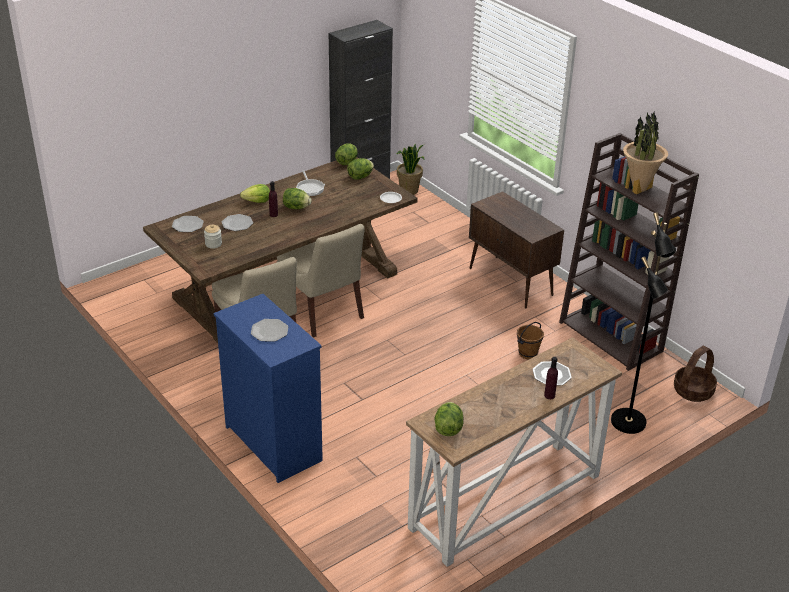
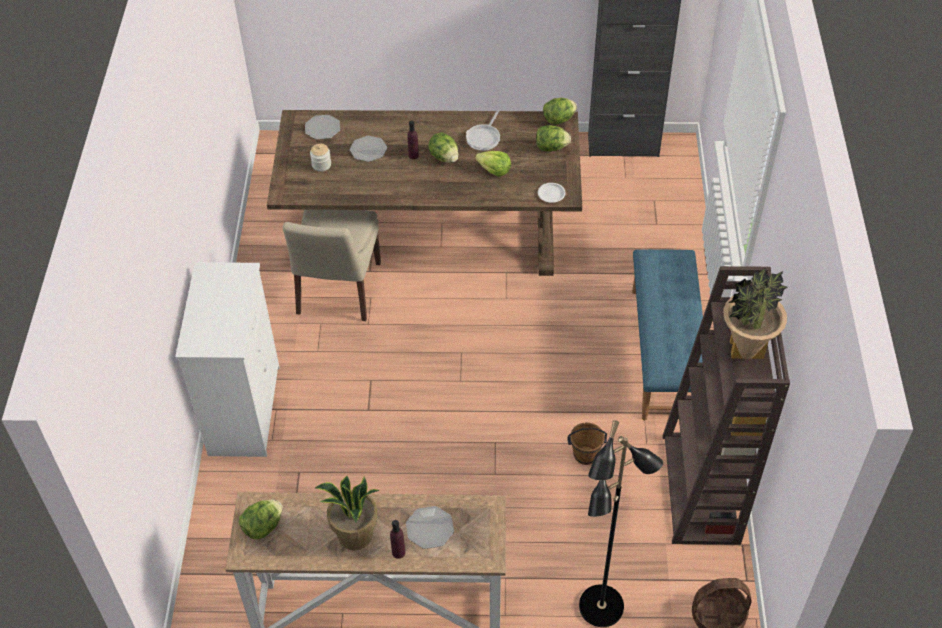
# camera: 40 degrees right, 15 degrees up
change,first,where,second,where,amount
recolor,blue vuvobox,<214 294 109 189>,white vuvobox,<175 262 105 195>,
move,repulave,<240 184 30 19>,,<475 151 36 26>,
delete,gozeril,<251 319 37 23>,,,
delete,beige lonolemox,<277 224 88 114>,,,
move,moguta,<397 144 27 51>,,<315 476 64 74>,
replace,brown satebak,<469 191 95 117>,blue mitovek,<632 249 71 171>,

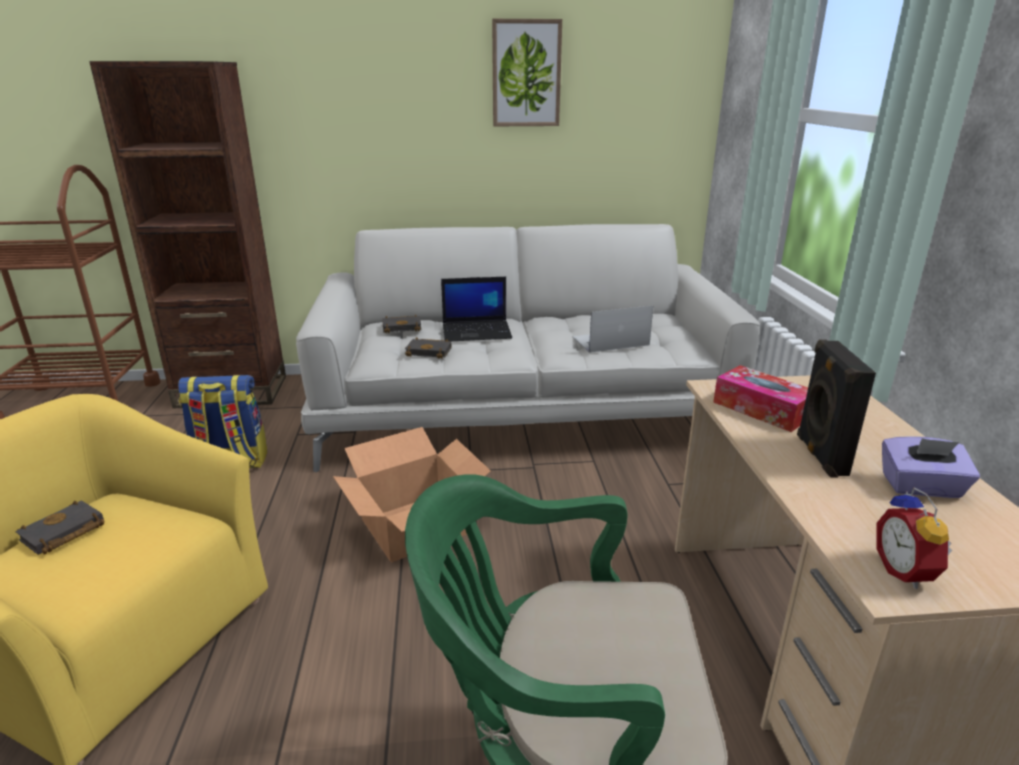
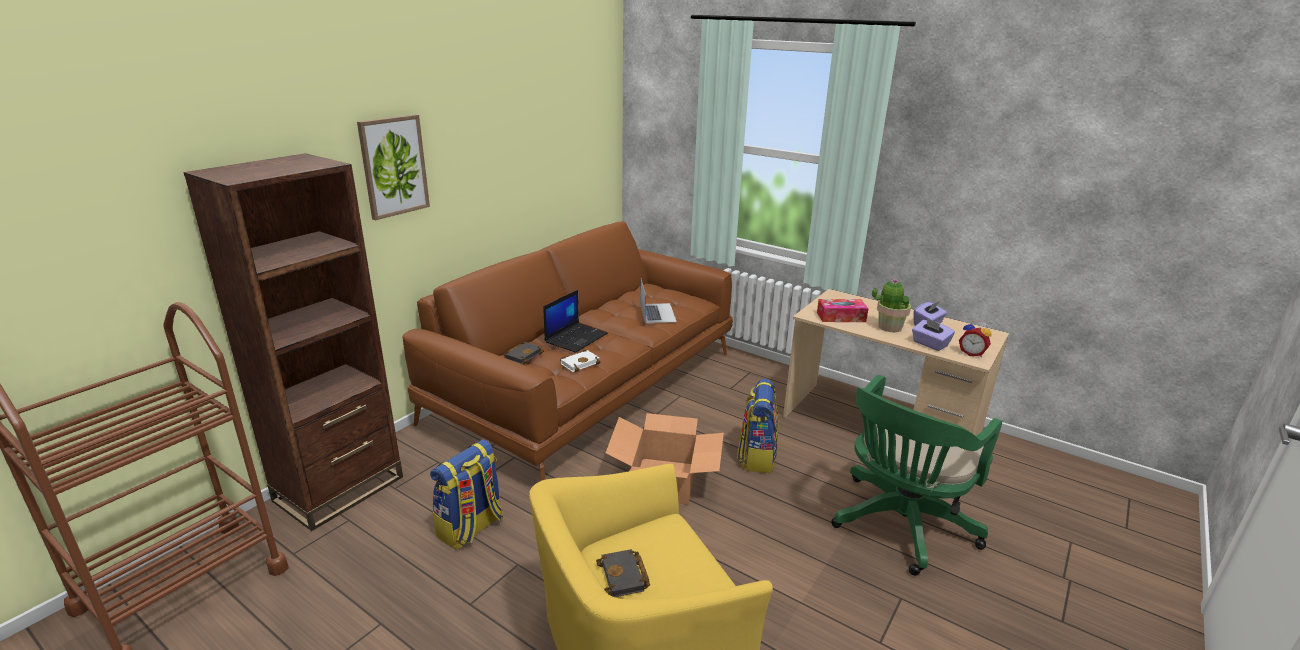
# camera: 50 degrees left, 0 degrees up
change,first,where,second,where,amount
recolor,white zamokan,<296 224 464 248>,brown zamokan,<402 221 331 260>,
recolor,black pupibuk,<405 337 47 22>,white pupibuk,<560 350 41 22>,
move,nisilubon,<492 19 70 107>,,<357 114 73 106>,
rotate,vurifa,<572 305 81 48>,,<640 279 37 44>,150 degrees clockwise
replace,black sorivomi,<797 339 79 138>,moguta,<872 278 39 54>,
insert,,,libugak,<737 379 42 94>,
insert,,,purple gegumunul,<912 319 43 32>,

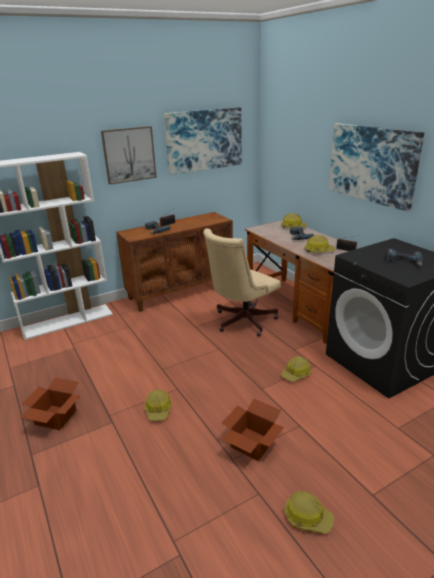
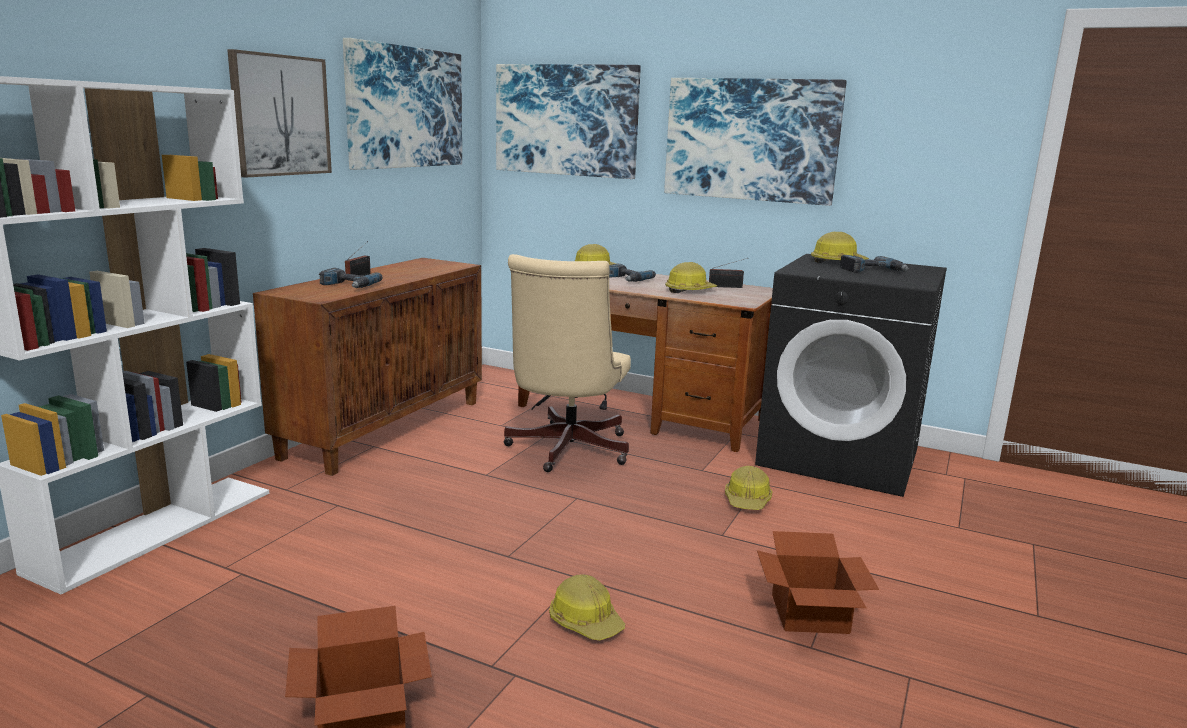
# camera: 35 degrees left, 10 degrees down
change,first,where,second,where,amount
move,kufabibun,<284 491 50 43>,,<811 232 58 31>,
insert,,,nisilubon,<496 64 145 115>,

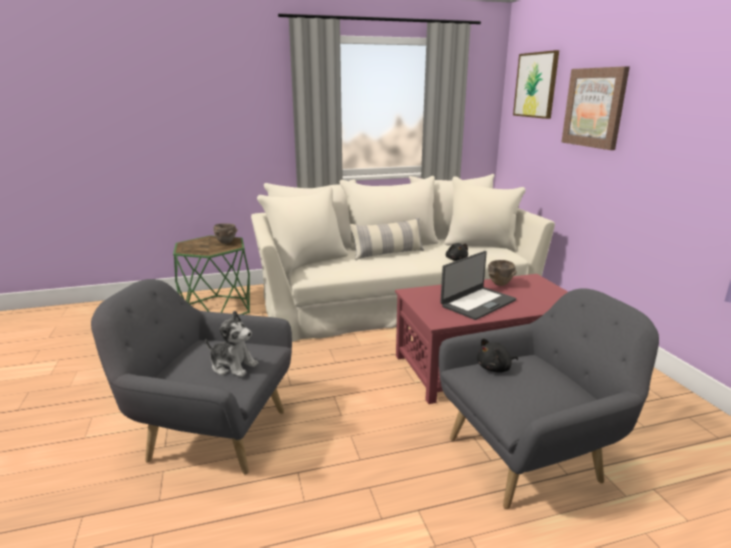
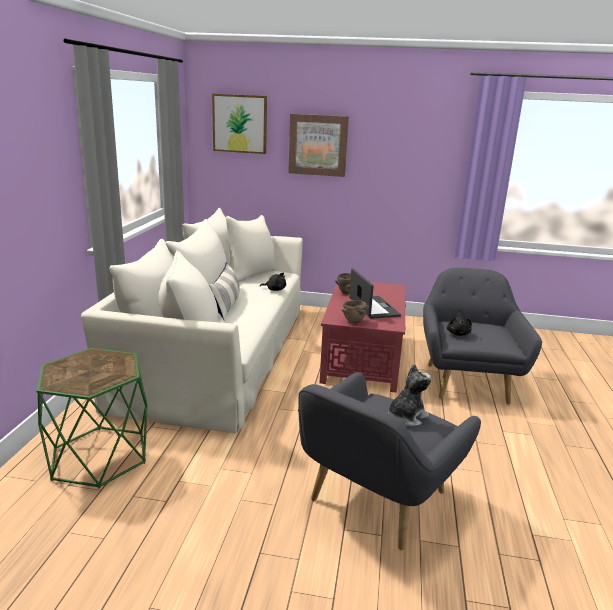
# camera: 65 degrees left, 0 degrees up
change,first,where,second,where,amount
move,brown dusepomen,<214 223 24 21>,,<341 300 28 23>,

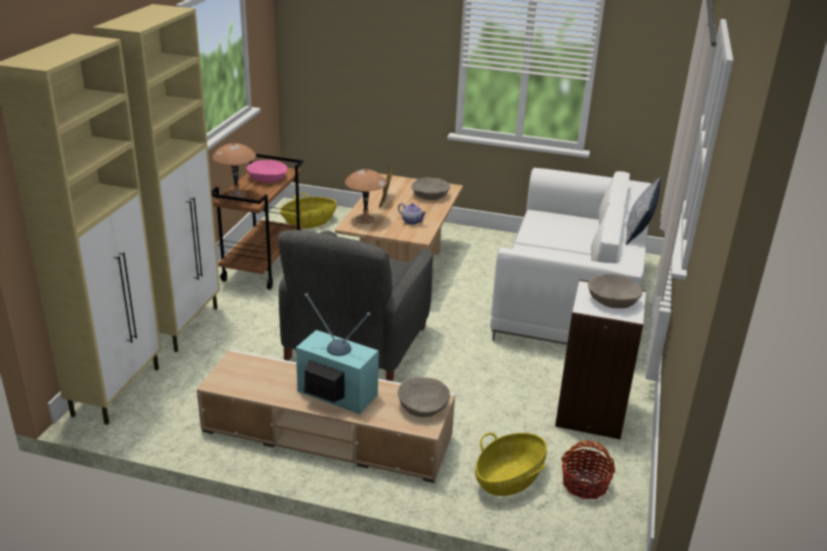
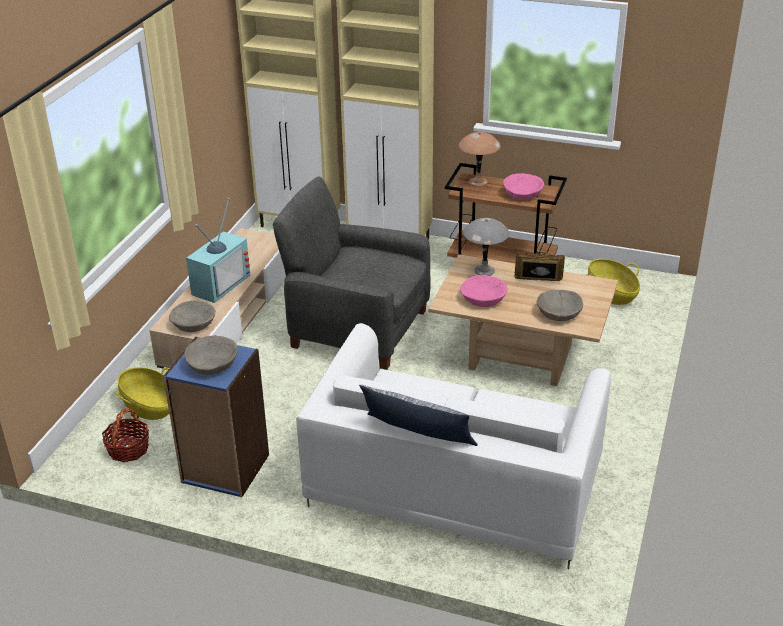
# camera: 95 degrees right, 5 degrees up
change,first,where,second,where,amount
recolor,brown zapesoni,<345 169 42 55>,grey zapesoni,<463 218 46 58>,
replace,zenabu,<398 203 29 22>,pink dusepomen,<460 275 48 32>,
recolor,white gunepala,<555 280 91 160>,blue gunepala,<163 337 106 160>,

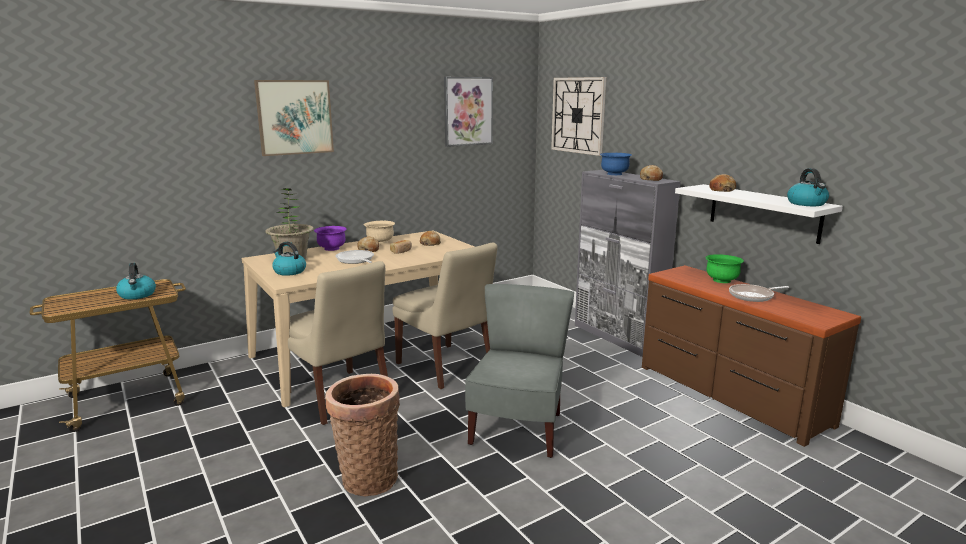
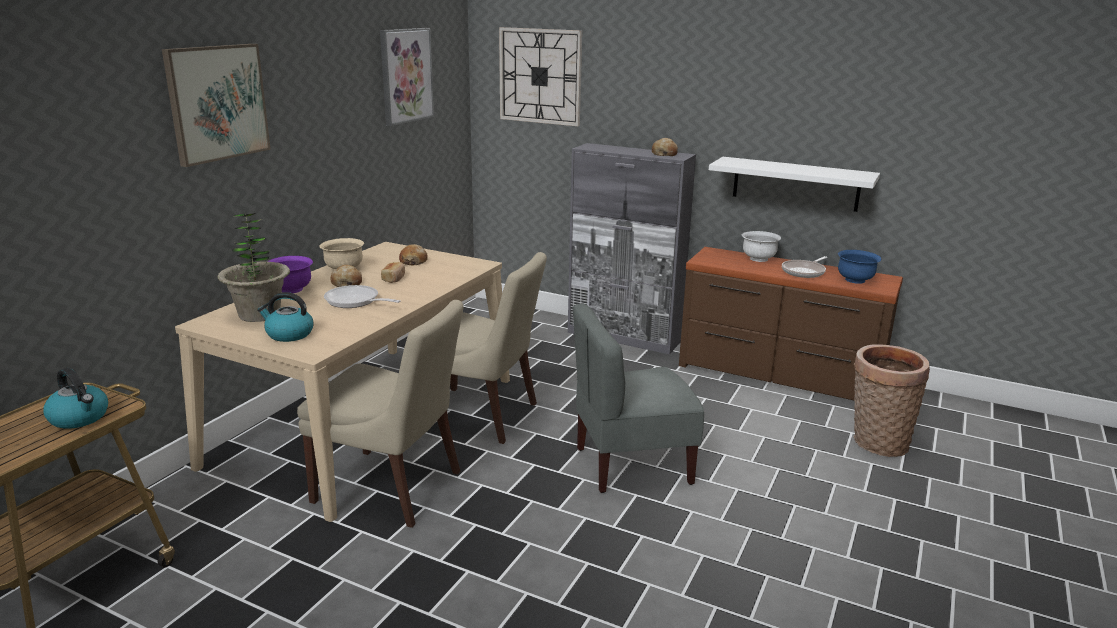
# camera: 30 degrees left, 5 degrees up
change,first,where,second,where,amount
move,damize,<325 374 75 122>,,<854 344 76 113>,
rotate,grey lonolemox,<465 284 109 174>,,<573 304 131 189>,90 degrees counterclockwise
move,blue dusepomen,<600 153 32 22>,,<838 250 44 34>,
recolor,green dusepomen,<705 254 39 29>,white dusepomen,<742 231 39 31>,
delete,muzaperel,<709 174 27 18>,,,
delete,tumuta,<787 168 42 38>,,,

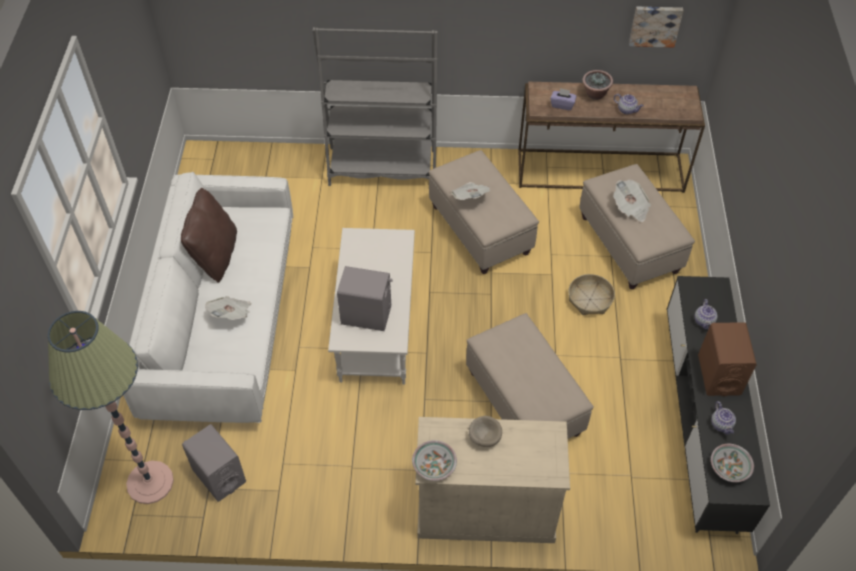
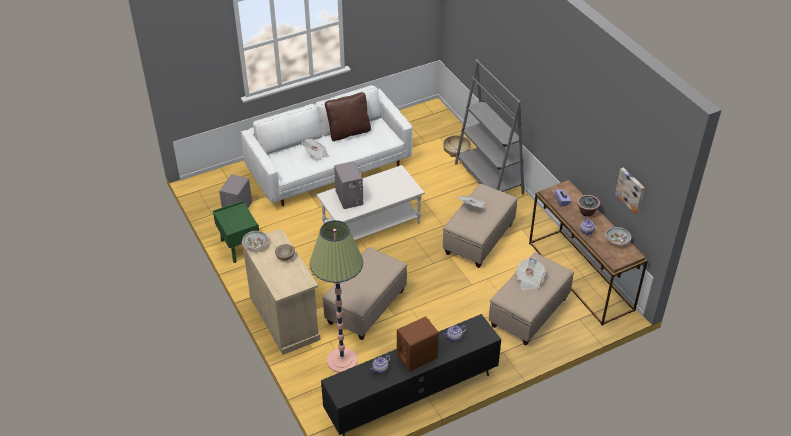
# camera: 60 degrees right, 10 degrees down
change,first,where,second,where,amount
move,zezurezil,<48 311 126 193>,,<310 220 53 153>,
move,damize,<568 274 47 41>,,<443 135 28 22>,
move,dusepomen,<711 444 43 38>,,<605 227 26 18>,
insert,,,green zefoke,<213 200 46 63>,

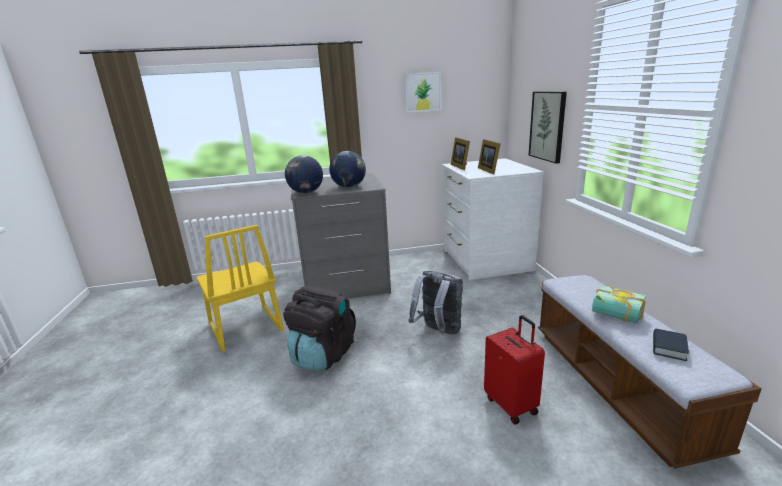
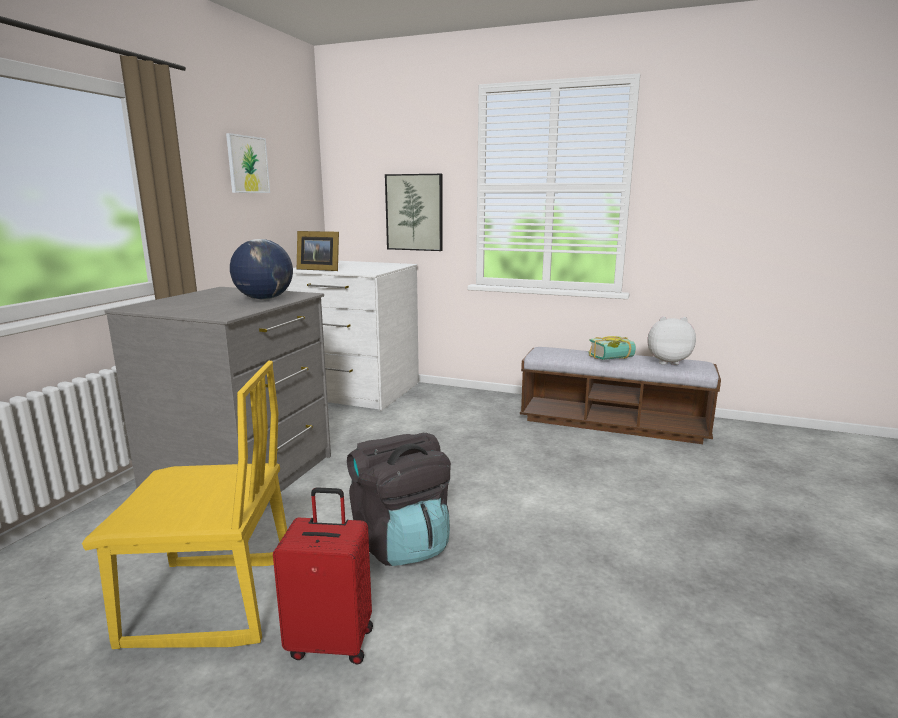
# camera: 60 degrees left, 5 degrees down
change,first,where,second,where,amount
delete,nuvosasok,<285 155 38 38>,,,
delete,grey libugak,<408 271 55 63>,,,
delete,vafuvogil,<478 139 23 35>,,,
move,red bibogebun,<484 315 61 109>,,<273 487 100 177>,
replace,pupibuk,<653 328 36 33>,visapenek,<647 316 49 49>,

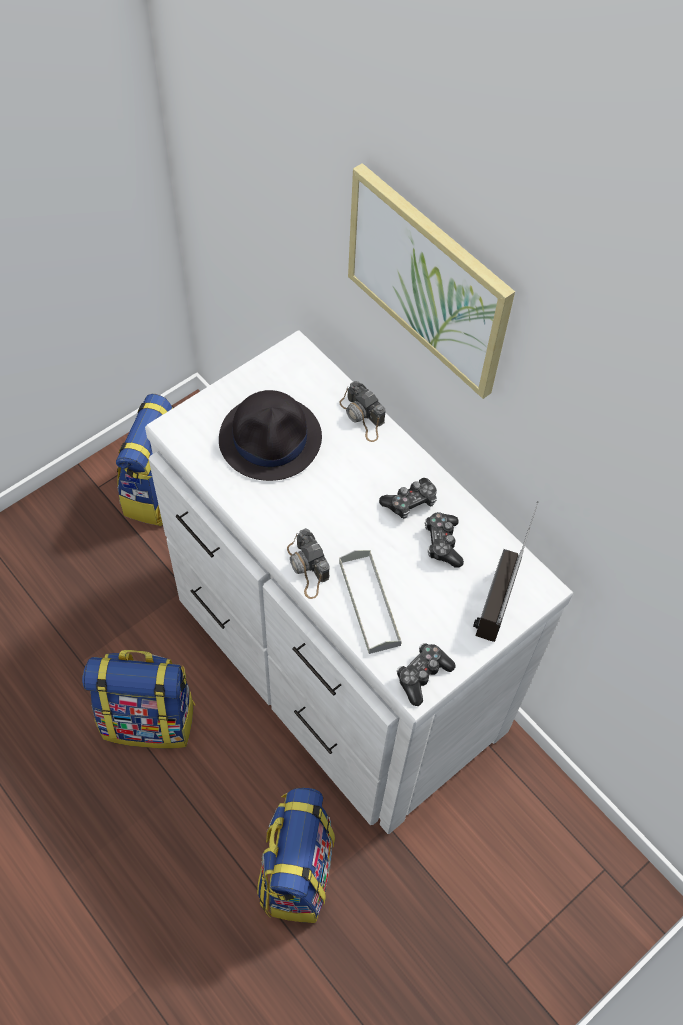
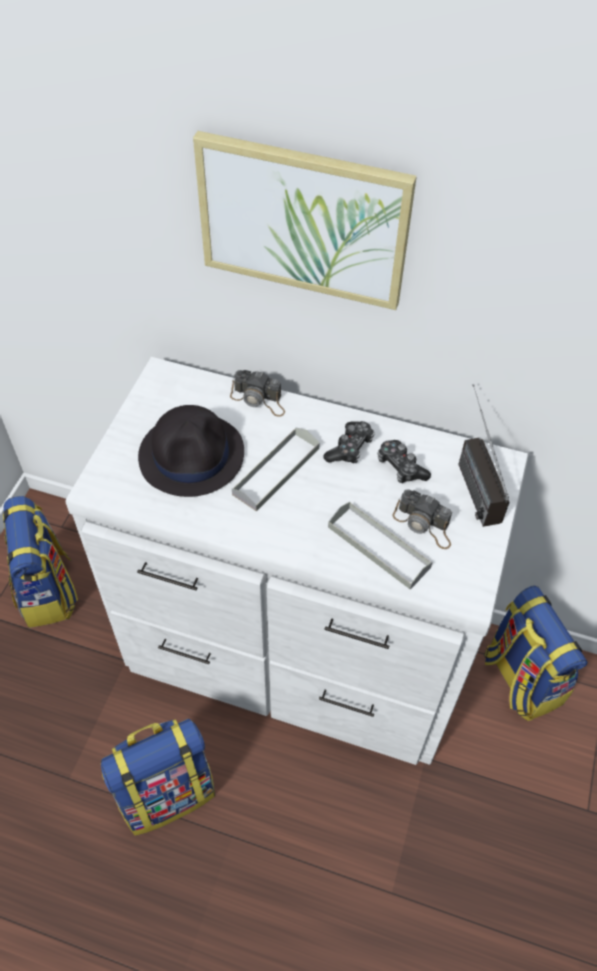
# camera: 30 degrees left, 5 degrees down
change,first,where,second,where,amount
move,libugak,<257 788 78 135>,,<484 585 104 136>,
move,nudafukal,<287 528 43 71>,,<392 490 60 59>,
delete,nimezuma,<397 643 59 63>,,,
insert,,,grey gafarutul,<232 427 88 85>,

